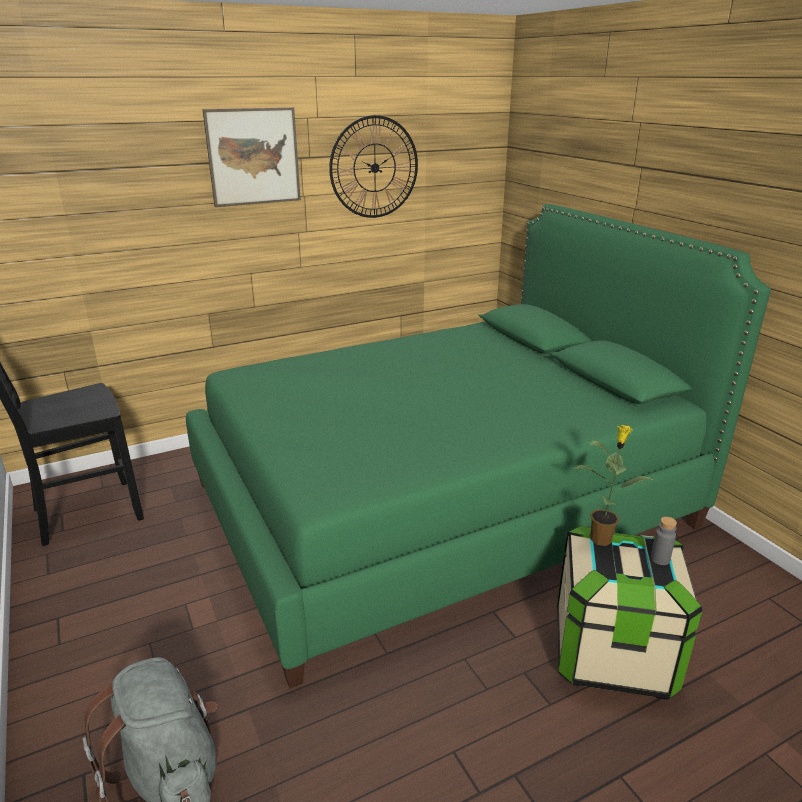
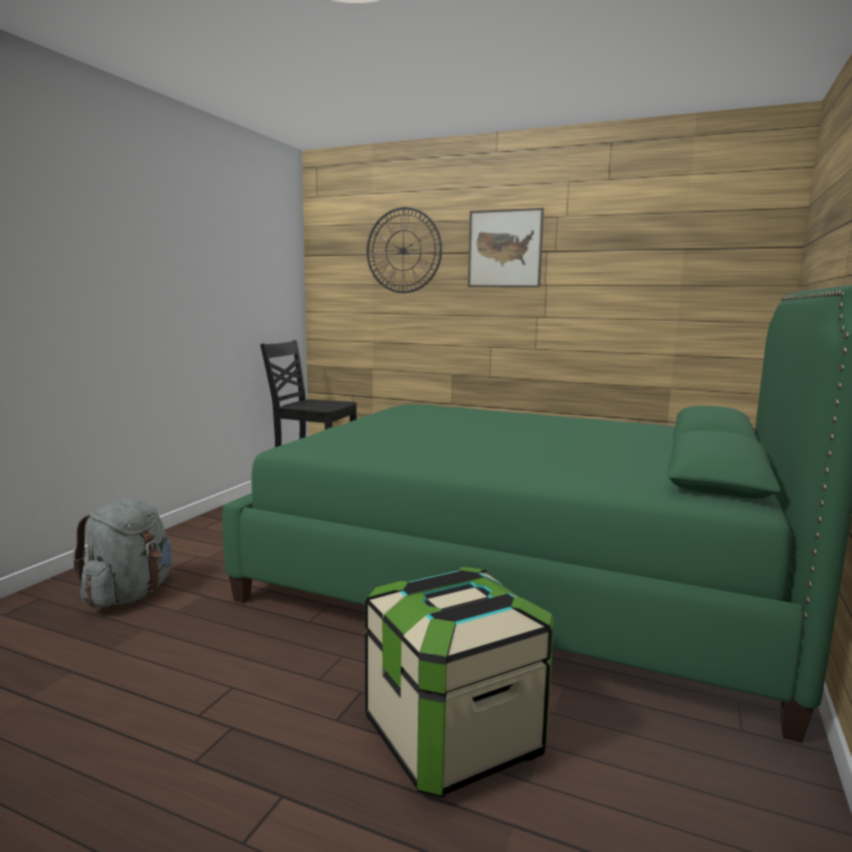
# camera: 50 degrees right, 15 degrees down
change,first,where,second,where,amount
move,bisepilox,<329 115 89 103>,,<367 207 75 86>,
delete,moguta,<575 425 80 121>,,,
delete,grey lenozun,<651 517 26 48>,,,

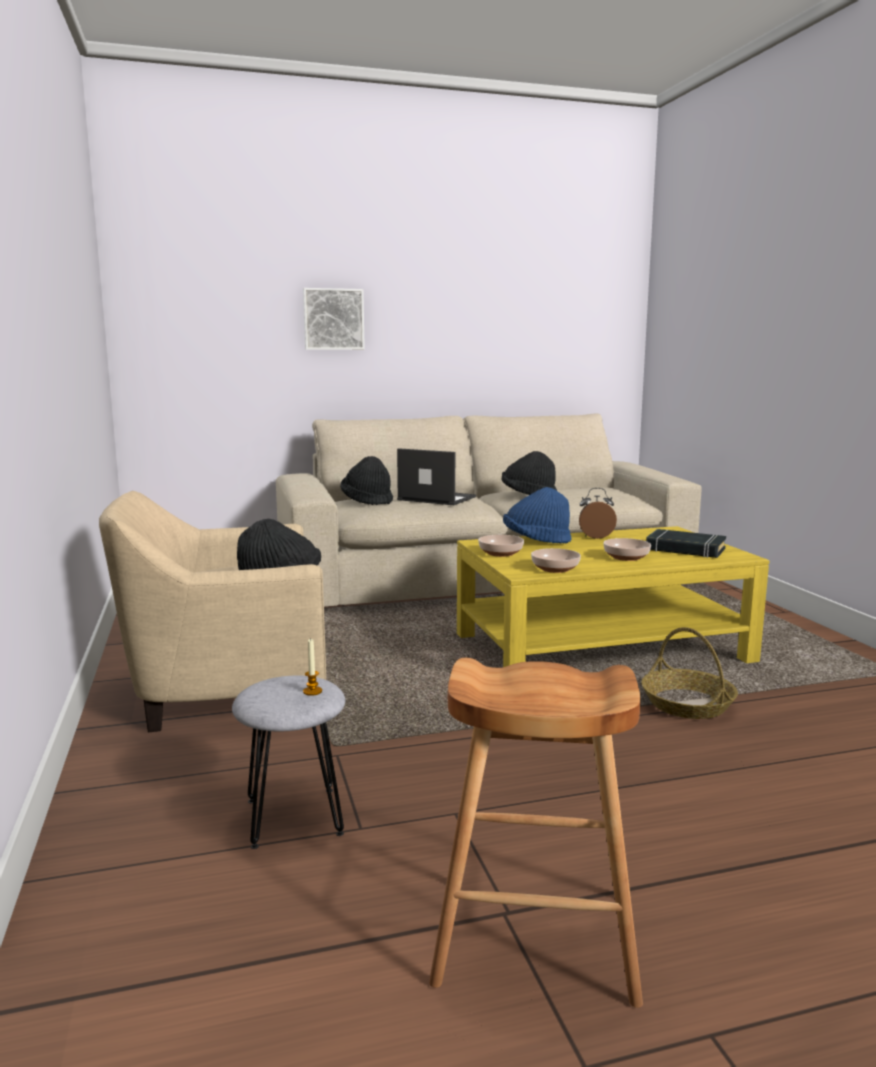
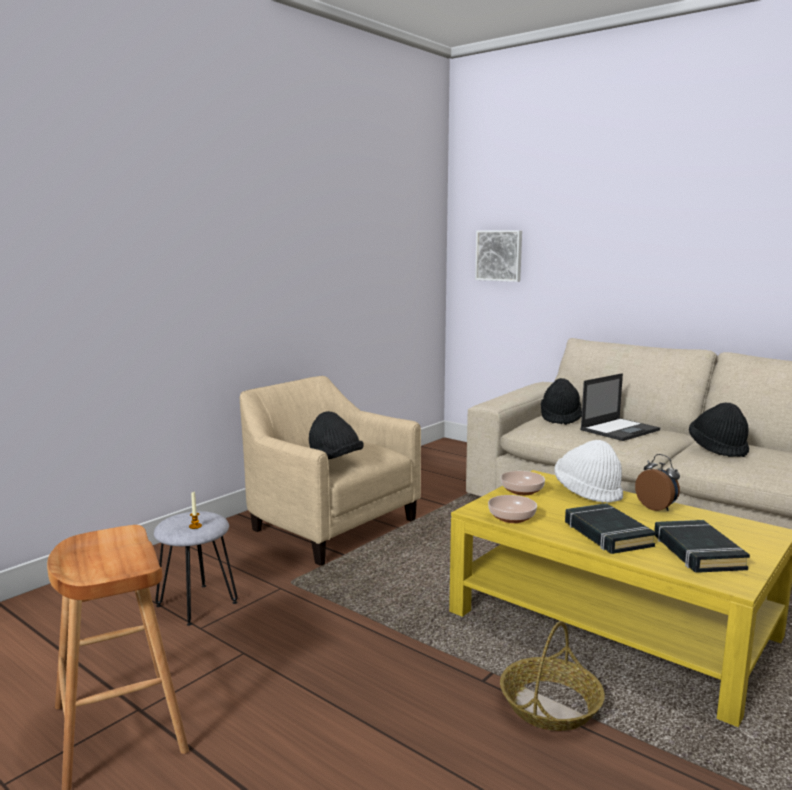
# camera: 55 degrees right, 0 degrees up
change,first,where,second,where,amount
move,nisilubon,<303 288 62 62>,,<475 230 47 52>,
rotate,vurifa,<397 448 79 57>,,<580 373 80 68>,60 degrees clockwise
recolor,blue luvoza,<503 487 69 57>,white luvoza,<555 440 68 63>,
replace,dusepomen,<603 538 48 23>,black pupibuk,<565 503 91 51>,

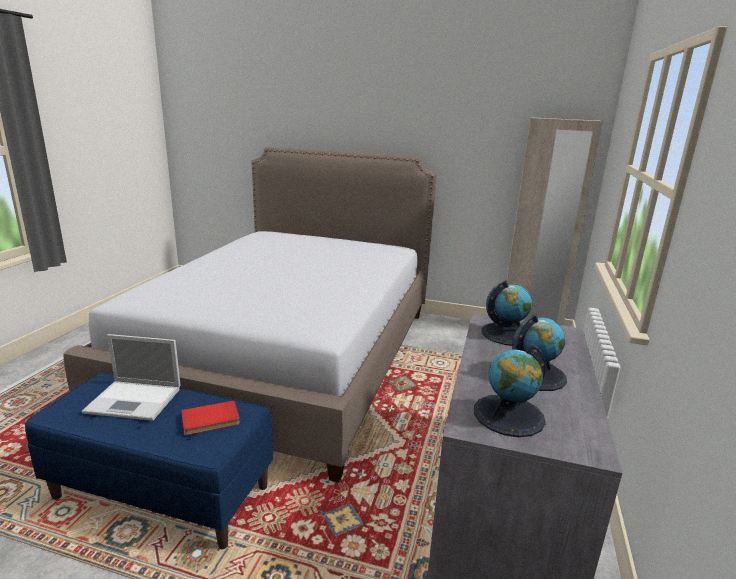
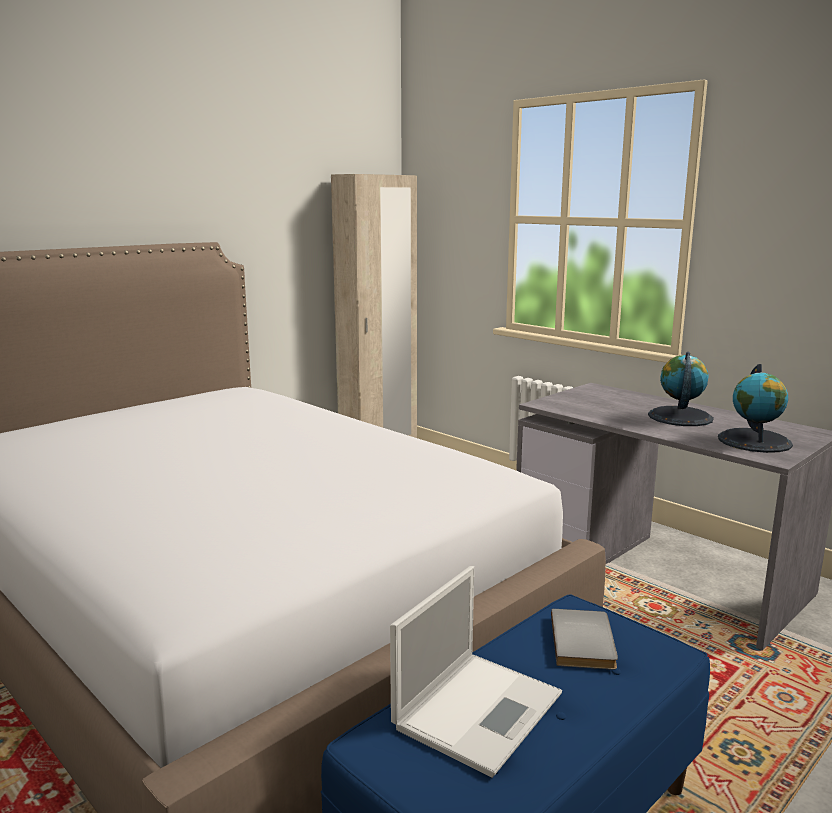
# camera: 60 degrees left, 5 degrees down
change,first,where,second,where,amount
recolor,red pupibuk,<181 400 59 35>,grey pupibuk,<551 609 67 61>,
delete,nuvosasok,<482 280 50 66>,,,

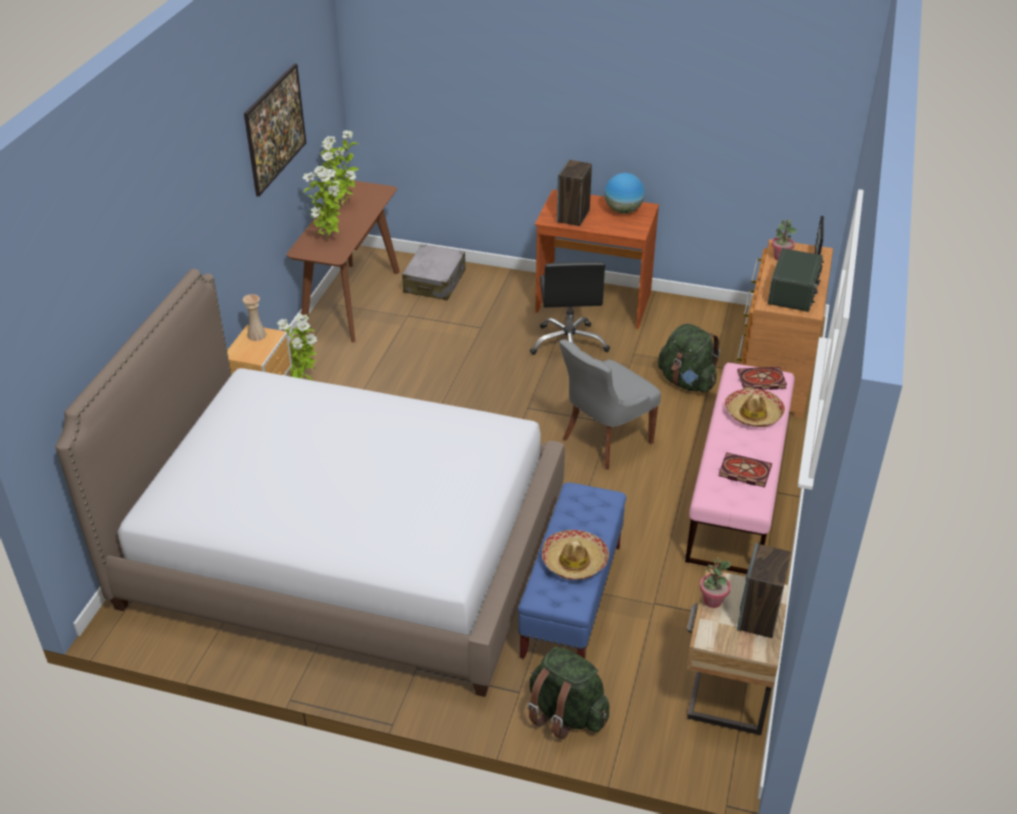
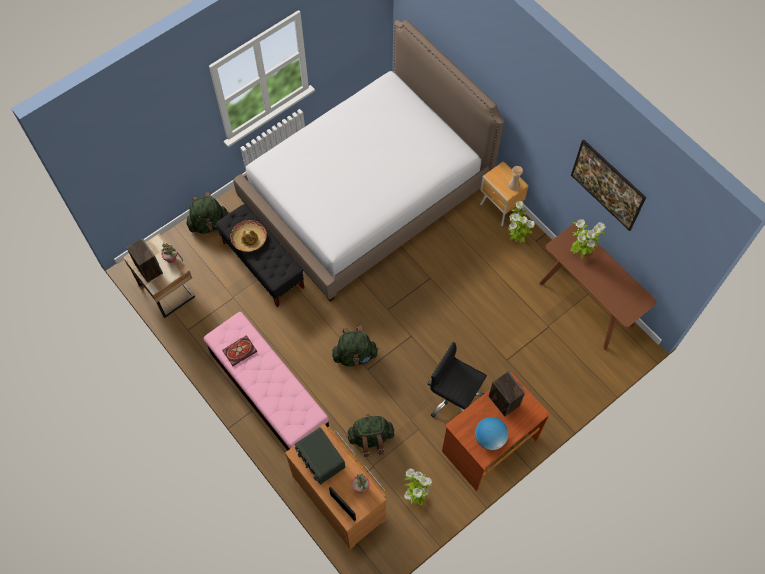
# camera: 125 degrees right, 25 degrees up
change,first,where,second,where,amount
move,moguta,<320 130 39 76>,,<404 468 28 38>,
delete,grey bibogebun,<402 244 64 57>,,,
recolor,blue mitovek,<518 482 108 177>,black mitovek,<216 204 88 103>,
replace,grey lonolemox,<559 339 102 131>,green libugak,<332 325 47 41>,
delete,luvoza,<725 388 60 39>,,,
delete,pupibuk,<737 367 50 23>,,,

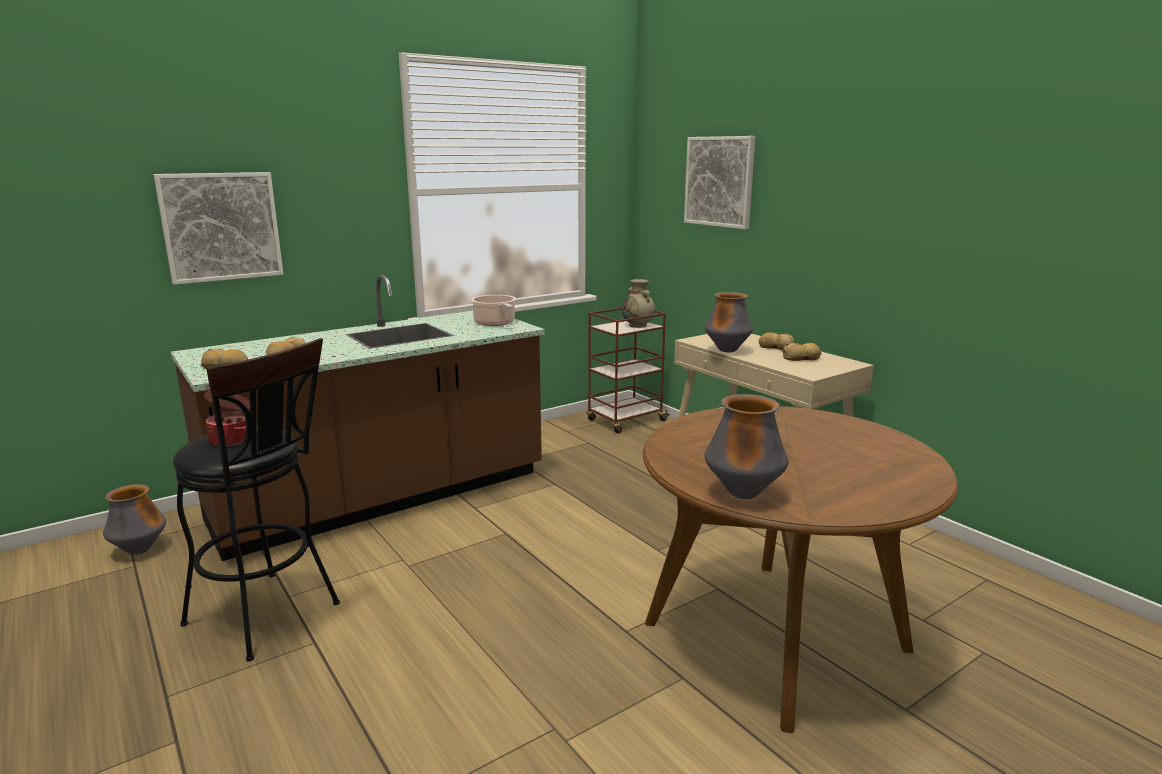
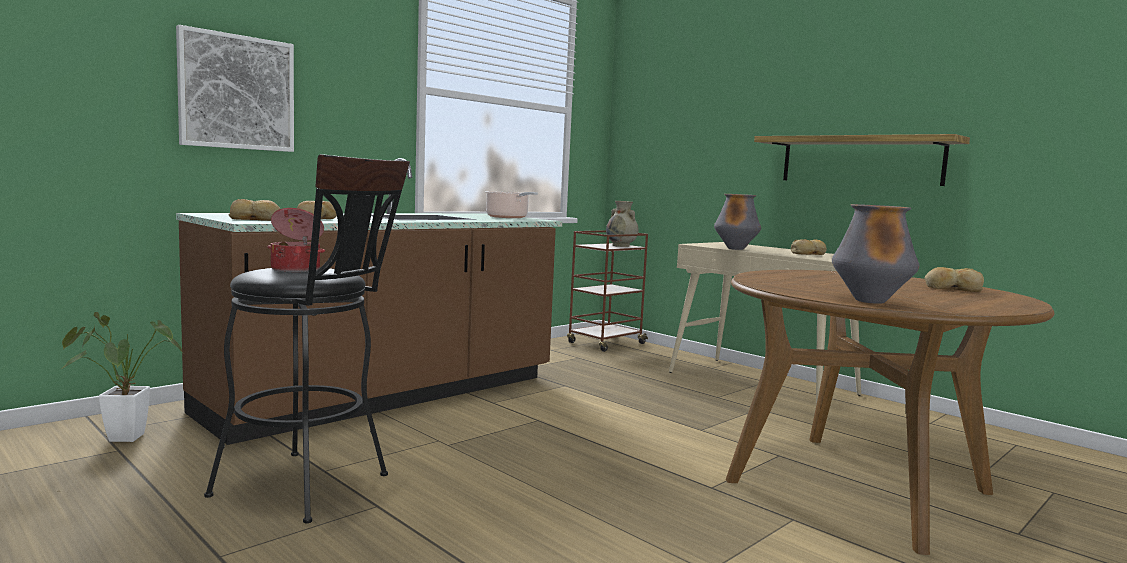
# camera: 10 degrees left, 10 degrees down
change,first,where,second,where,amount
replace,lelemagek,<103 484 63 71>,moguta,<62 312 121 130>,
delete,nisilubon,<684 136 71 93>,,,
move,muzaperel,<759 332 36 19>,,<925 267 59 25>,
insert,,,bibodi,<754 134 216 52>,

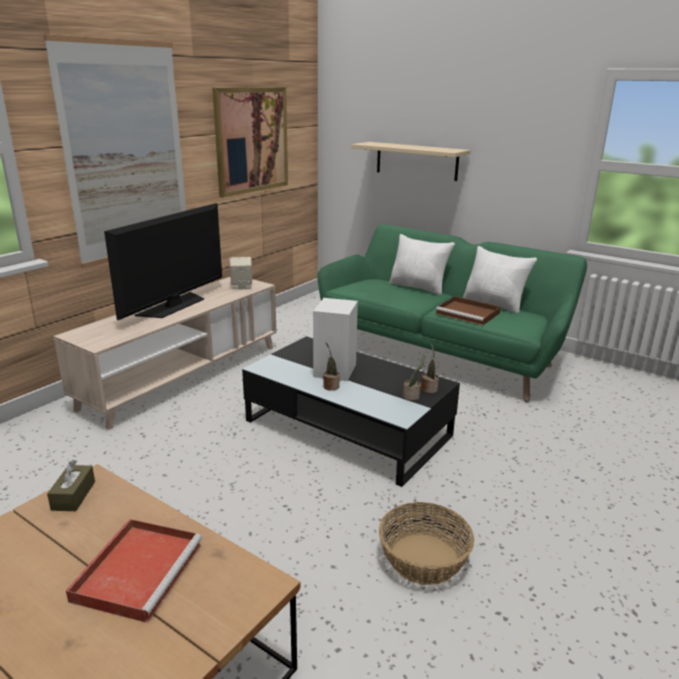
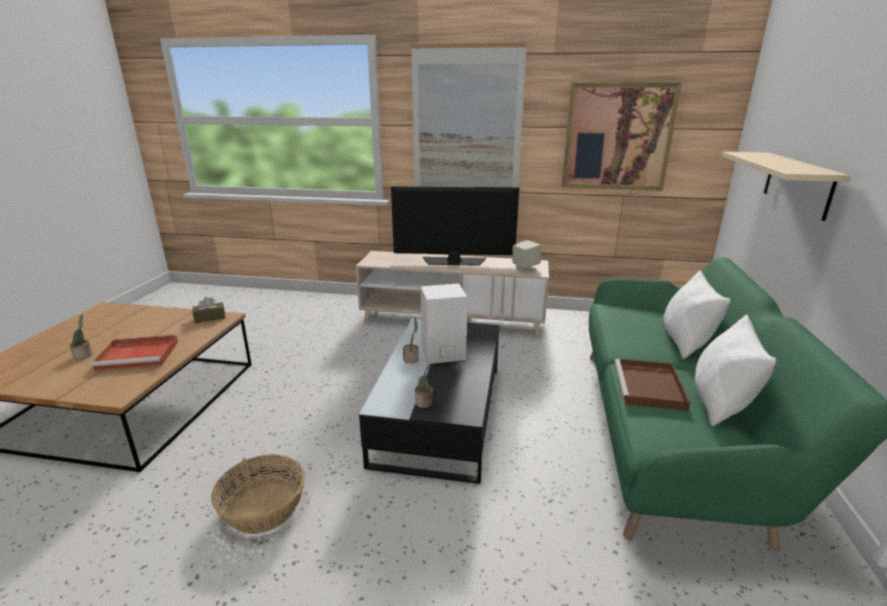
# camera: 65 degrees right, 0 degrees up
change,first,where,second,where,amount
move,moguta,<421 344 18 49>,,<70 314 22 46>,

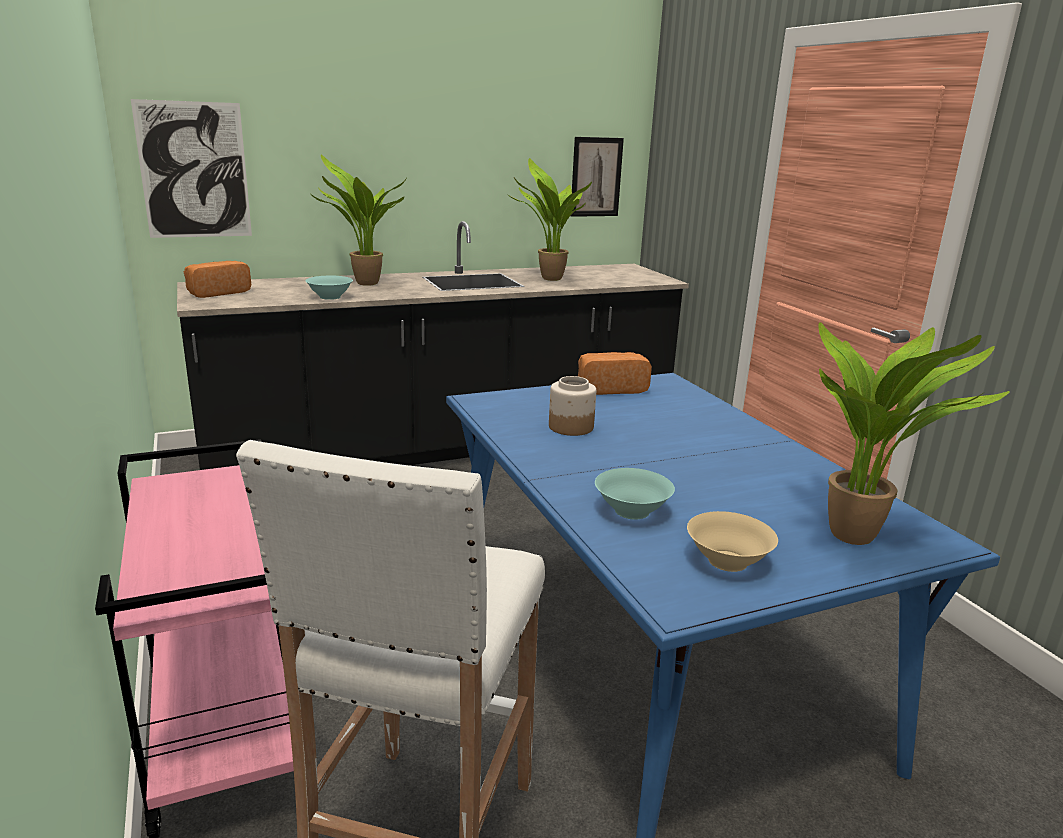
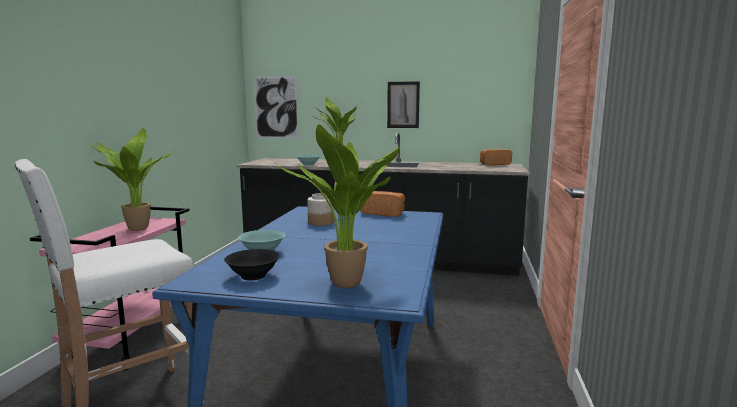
# camera: 35 degrees right, 10 degrees down
change,first,where,second,where,amount
move,muzaperel,<184 261 67 37>,,<480 149 32 16>,
move,moguta,<507 158 85 123>,,<89 128 85 103>,
move,nisilubon,<571 137 53 80>,,<387 81 33 47>,
recolor,beige dusepomen,<687 511 91 61>,black dusepomen,<224 249 56 32>,

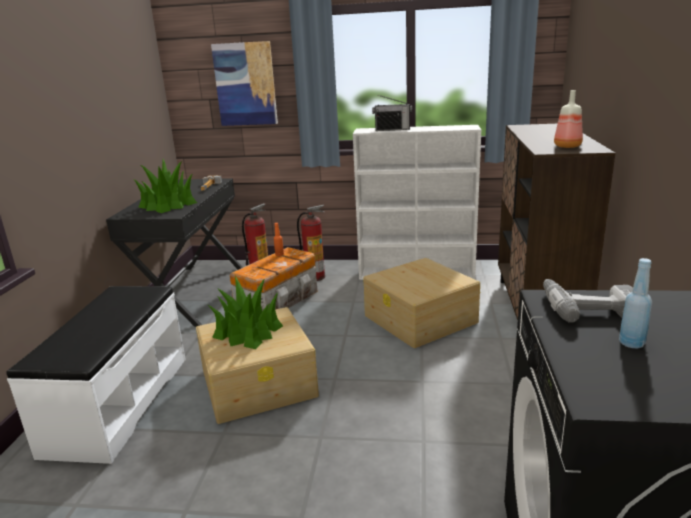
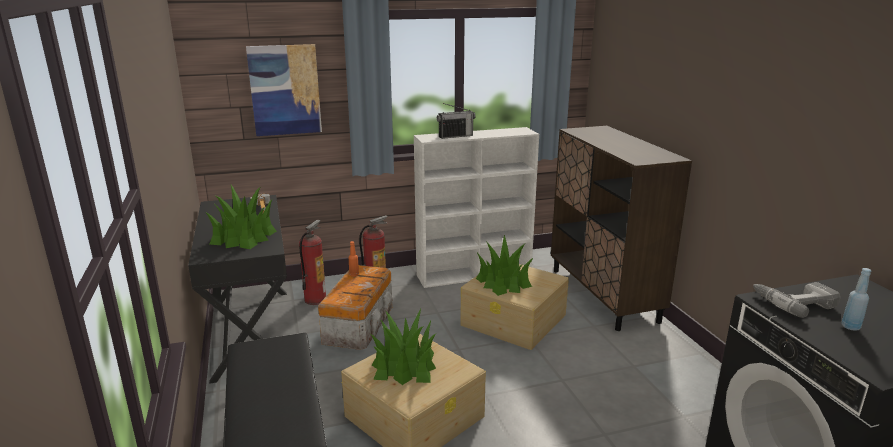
# camera: 25 degrees left, 0 degrees up
change,first,where,second,where,amount
delete,lenozun,<554 90 29 58>,,,
insert,,,moguta,<476 235 57 61>,

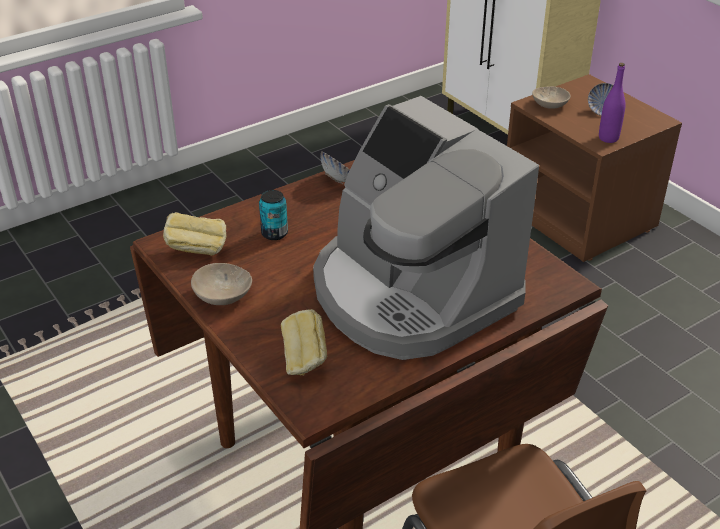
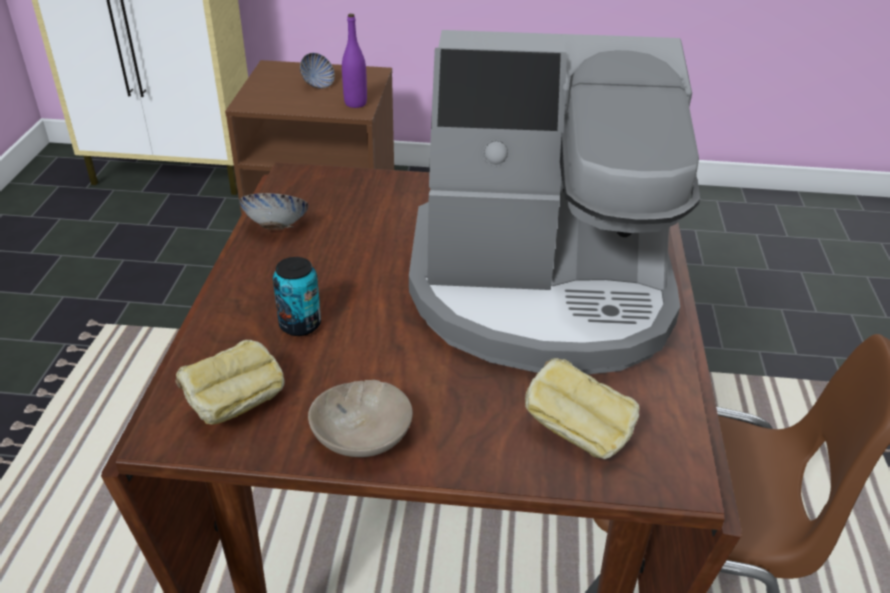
# camera: 50 degrees left, 0 degrees up
change,first,where,second,where,amount
delete,beige dusepomen,<532 86 39 23>,,,

